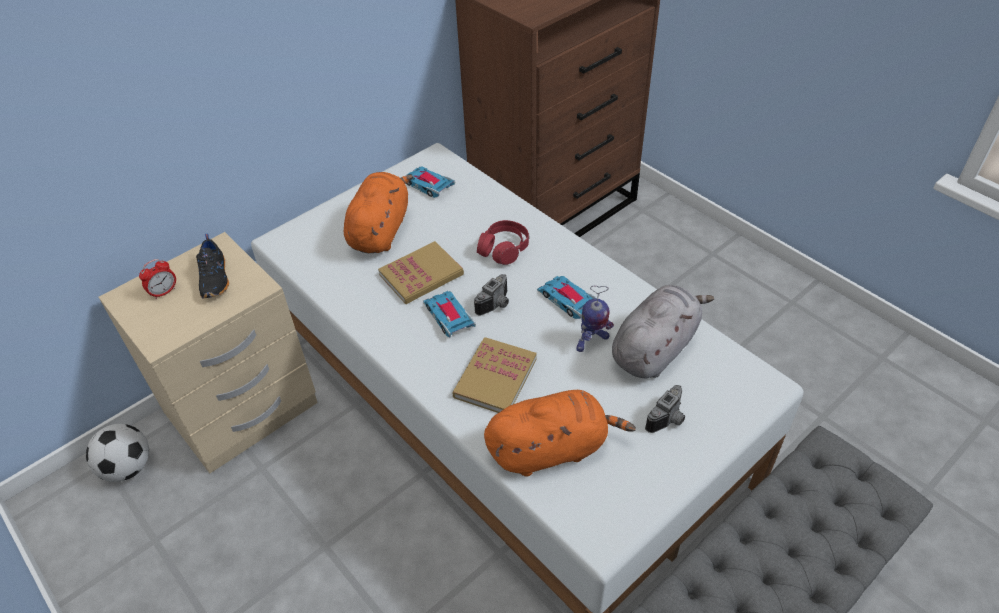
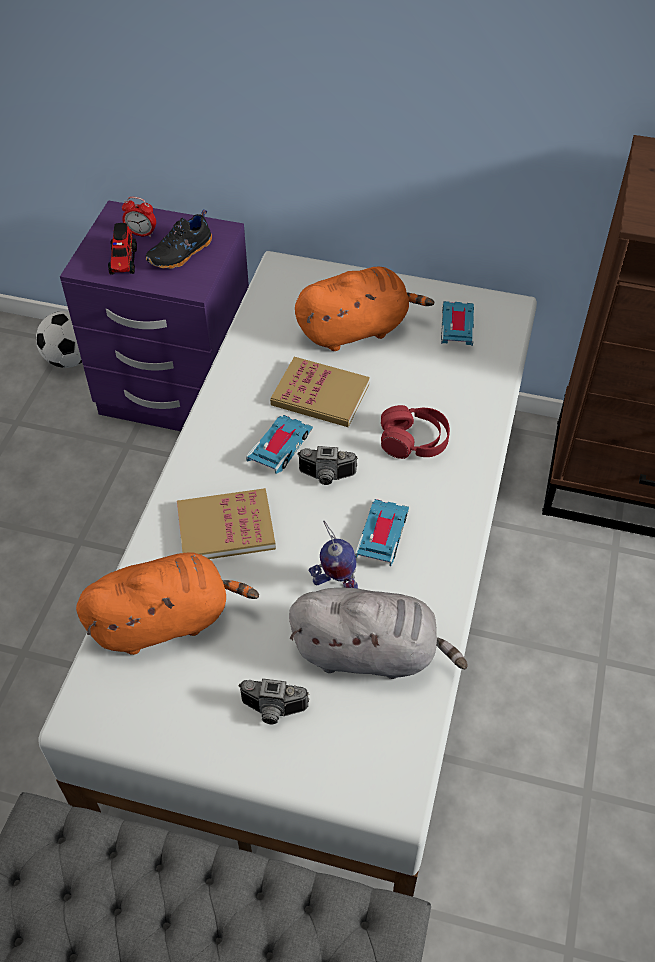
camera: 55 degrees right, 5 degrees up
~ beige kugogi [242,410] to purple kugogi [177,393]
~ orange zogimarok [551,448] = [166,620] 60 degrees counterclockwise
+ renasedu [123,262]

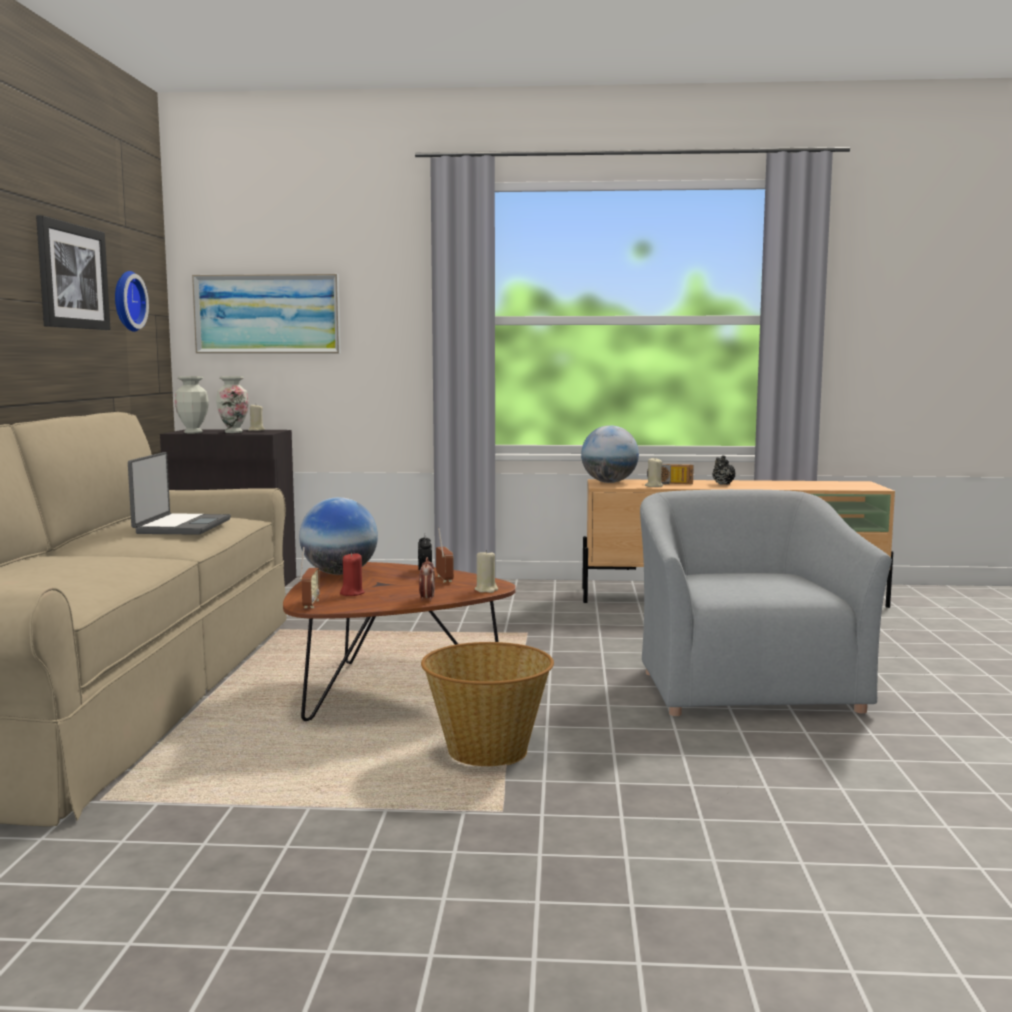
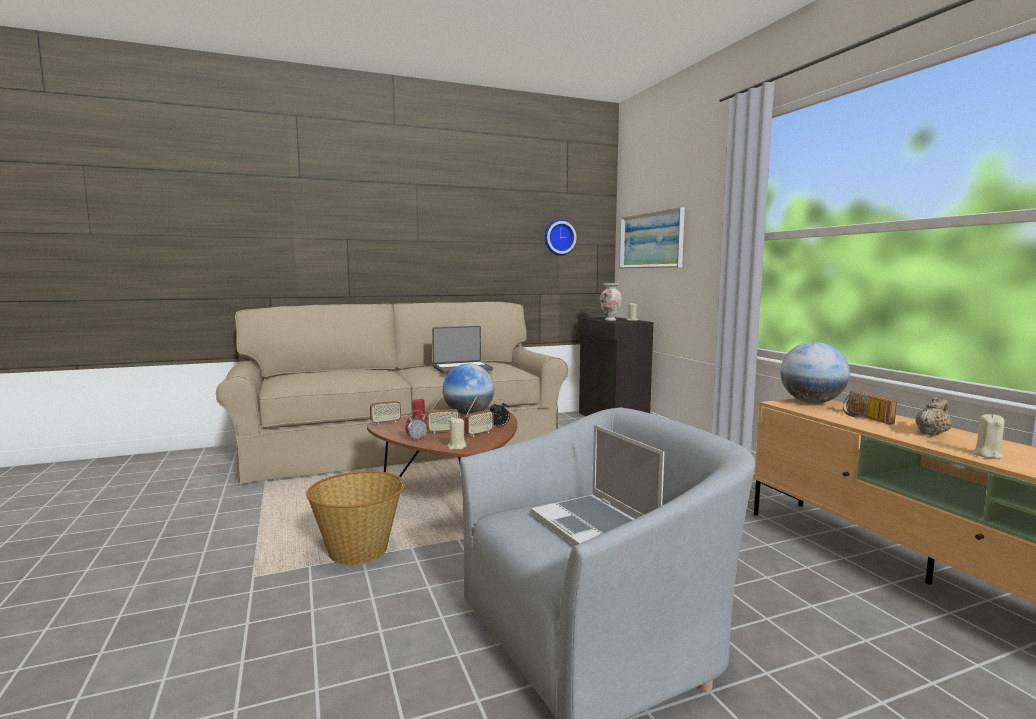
camera: 65 degrees right, 0 degrees up
+ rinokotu [443,432]
+ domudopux [596,527]
~ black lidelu [722,484] to beige lidelu [932,433]
~ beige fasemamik [654,486] to [986,455]
- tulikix [72,276]
- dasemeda [193,432]

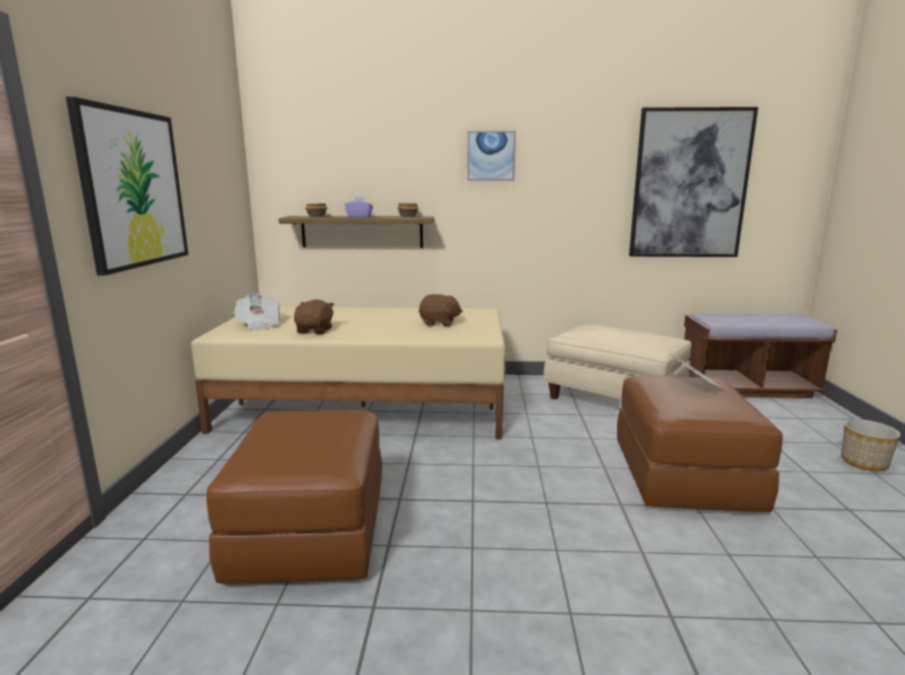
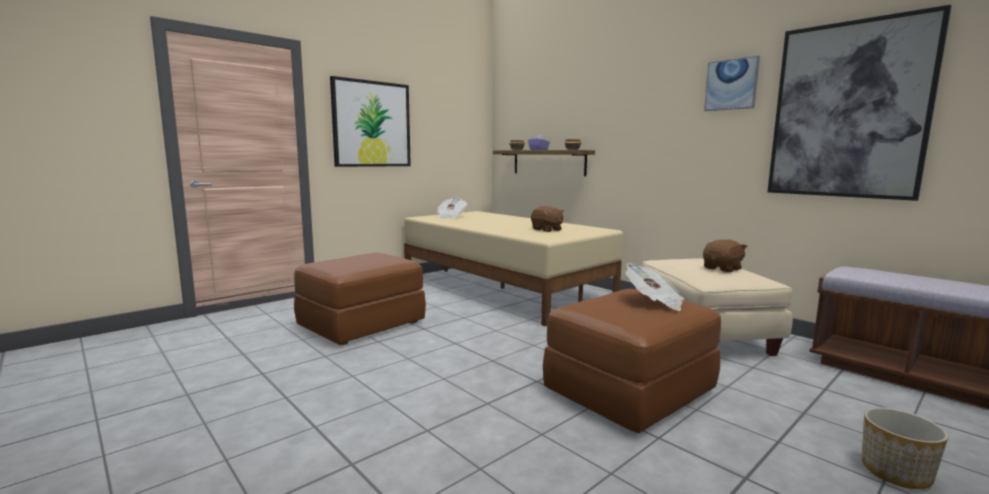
camera: 45 degrees right, 5 degrees down
~ brown zogimarok [315,331] to [722,269]
~ tulikix [491,156] to [731,84]

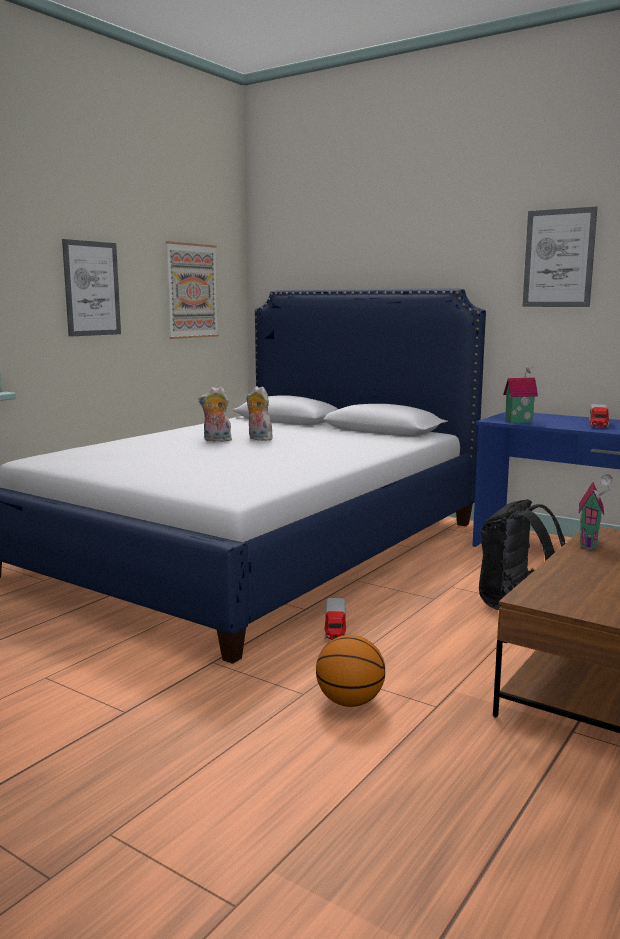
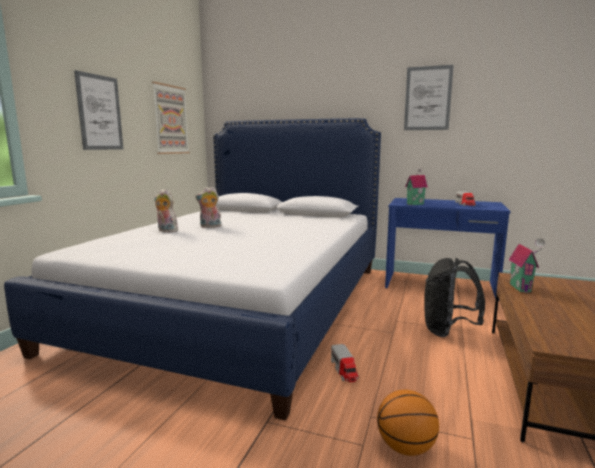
camera: 15 degrees left, 0 degrees up
~ zogimarok [258,439] to [166,231]

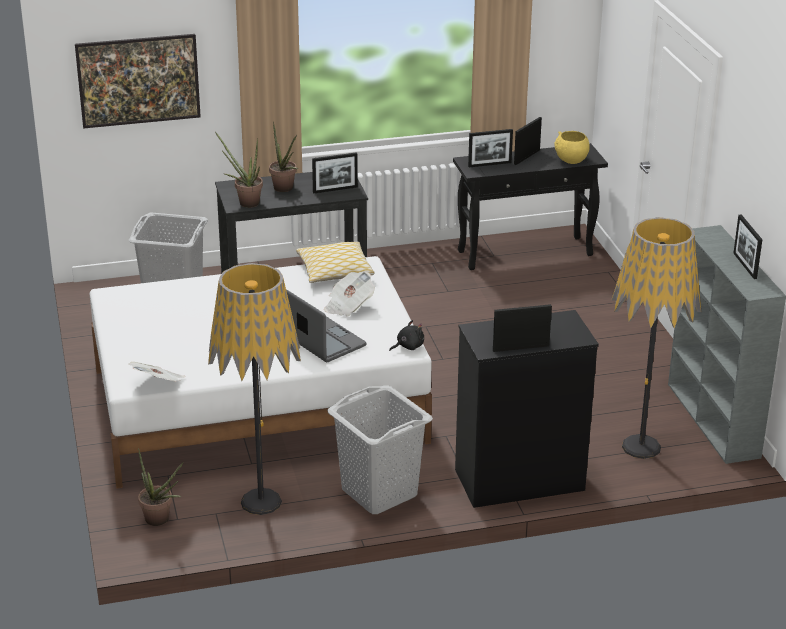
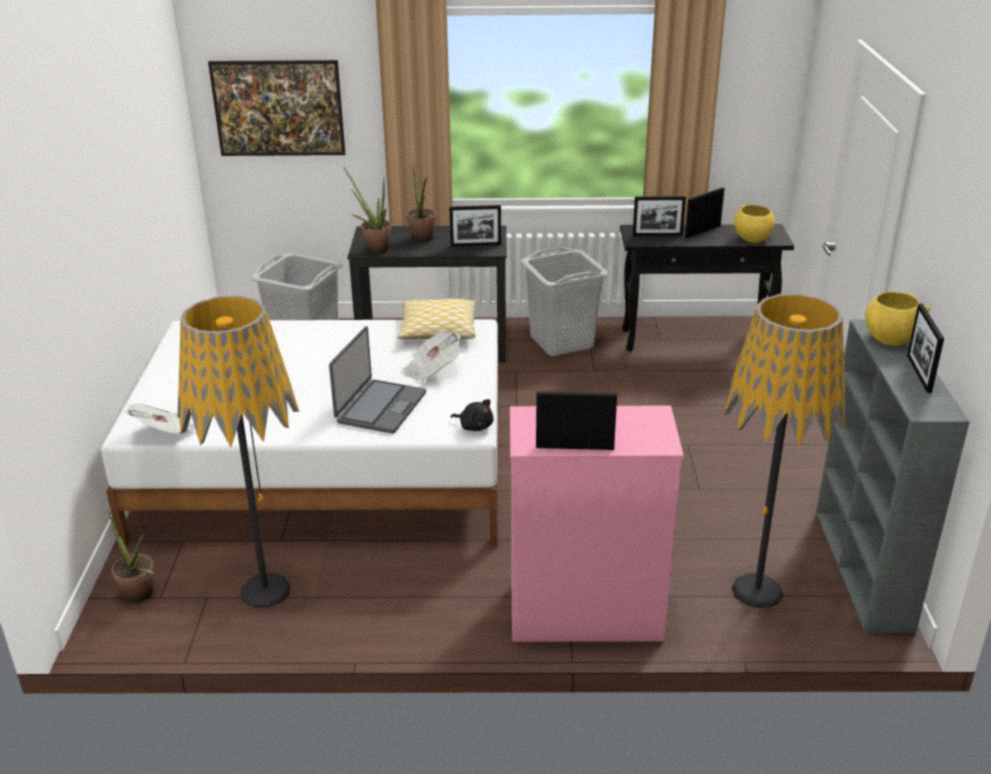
camera: 15 degrees right, 0 degrees up
~ domudopux [323,341] = [380,407] 45 degrees clockwise
~ black zogimarok [408,346] = [475,426] 45 degrees clockwise
~ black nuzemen [518,480] to pink nuzemen [583,612]
~ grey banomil [379,493] to [561,342]
+ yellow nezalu [890,339]

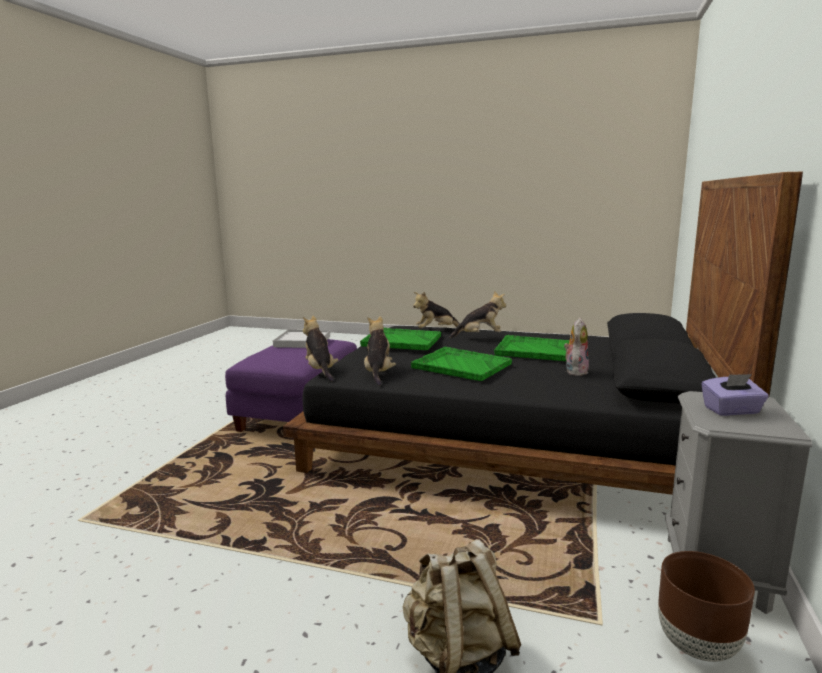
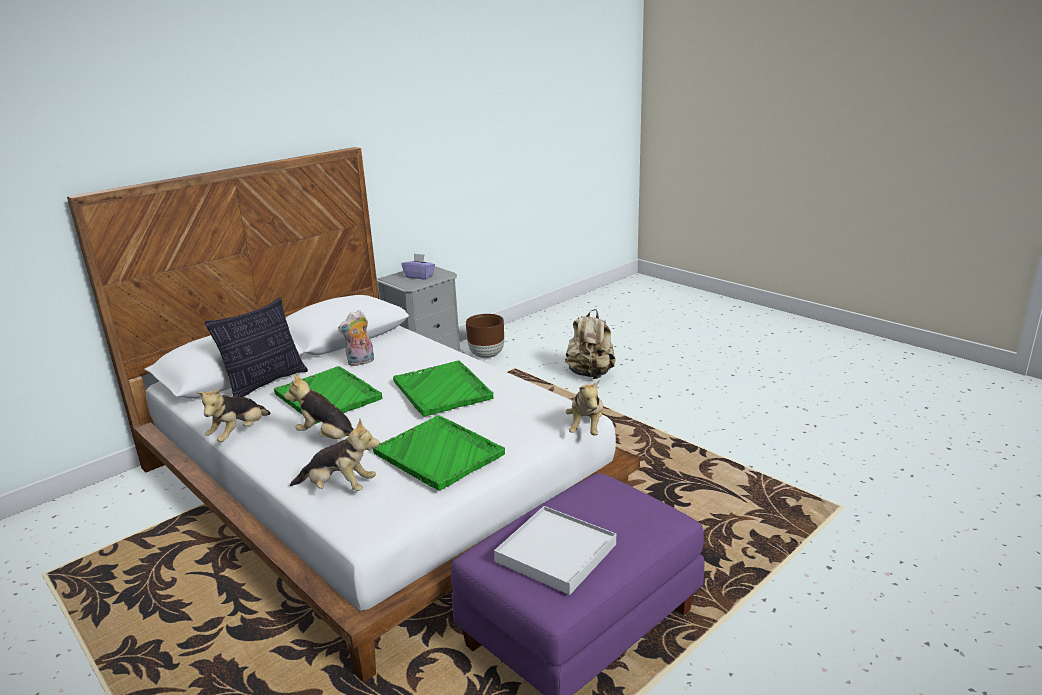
camera: 150 degrees left, 10 degrees up
~ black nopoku [511,438] to white nopoku [376,485]
~ zogimarok [378,373] to [239,434]
+ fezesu [265,383]

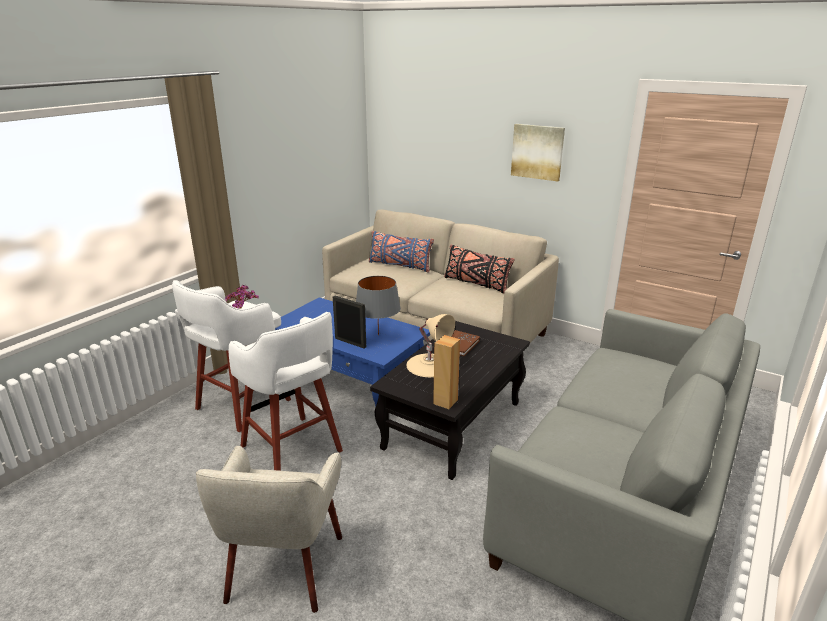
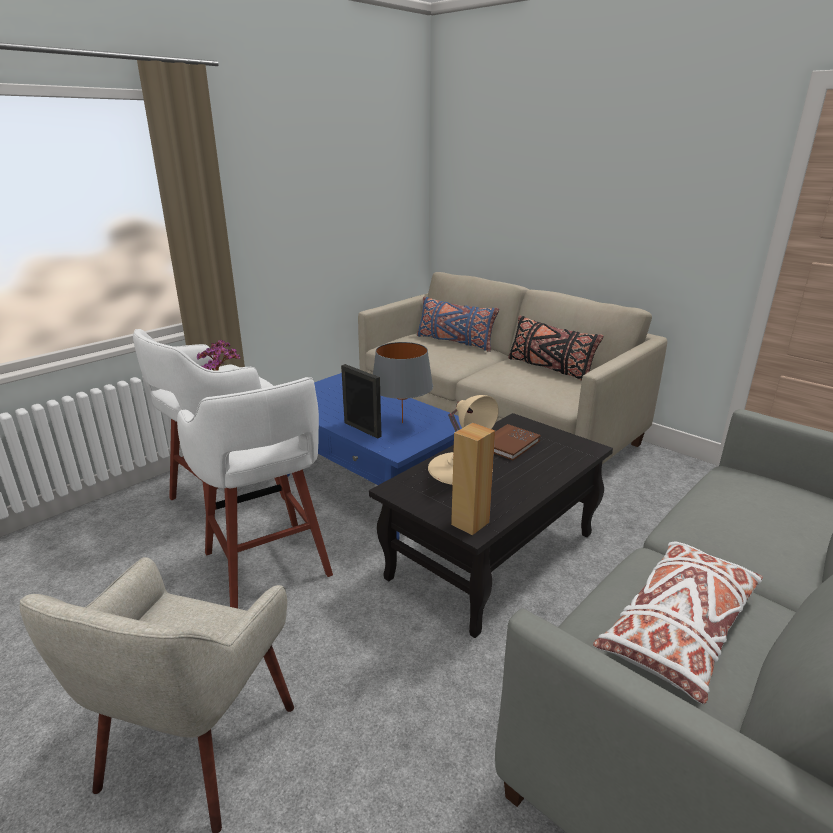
camera: 10 degrees right, 0 degrees up
+ white fezesu [680,628]
- tulikix [537,152]

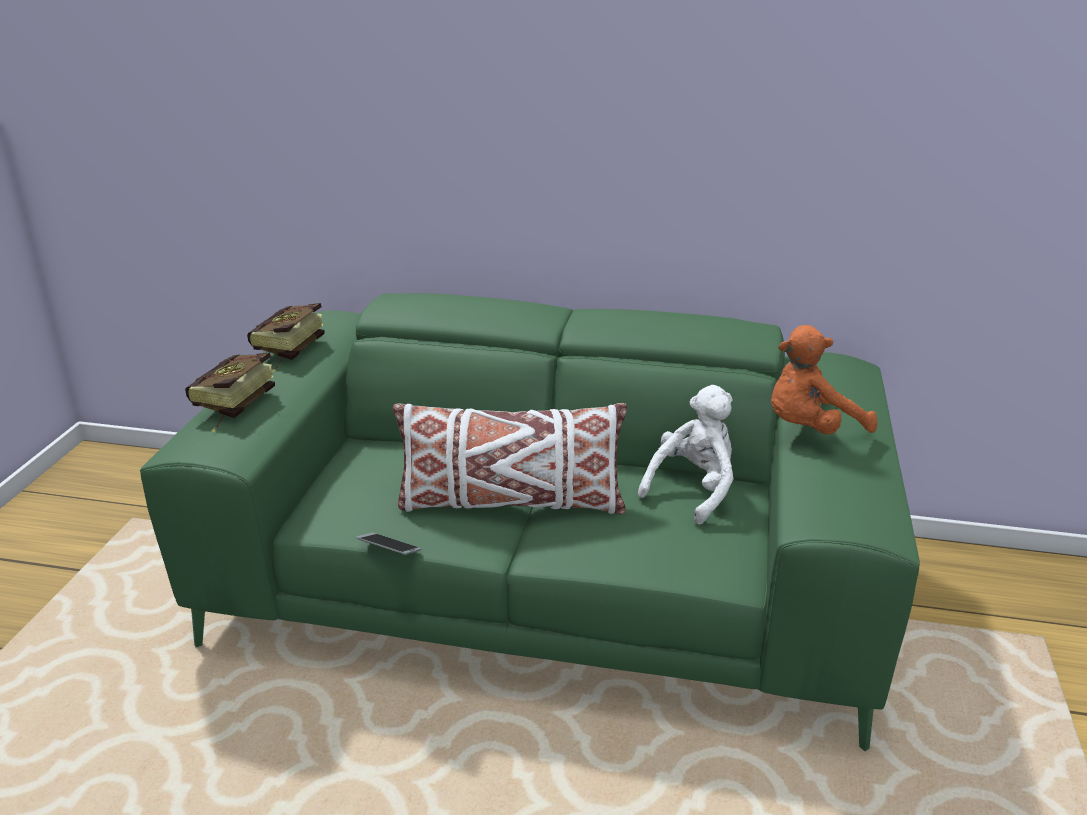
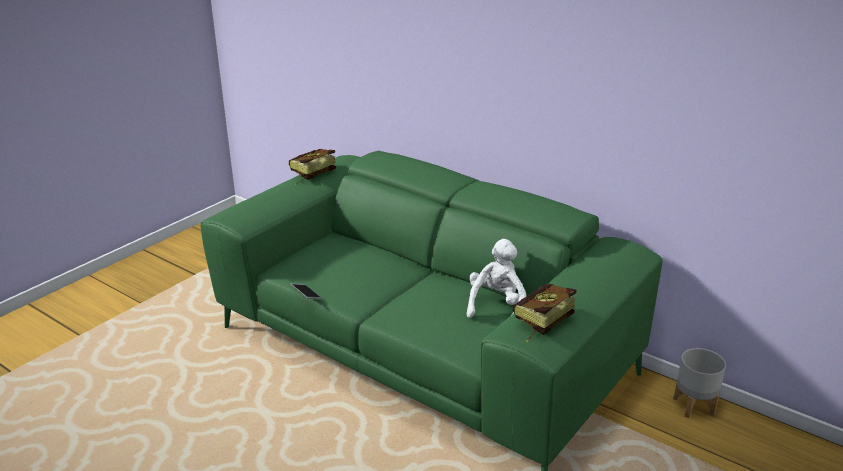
camera: 25 degrees right, 0 degrees up
~ white zogimarok [693,490] = [496,306] 45 degrees counterclockwise
~ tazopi [229,408] to [539,323]
+ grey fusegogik [694,406]
- white fezesu [510,503]
- orange zogimarok [810,429]

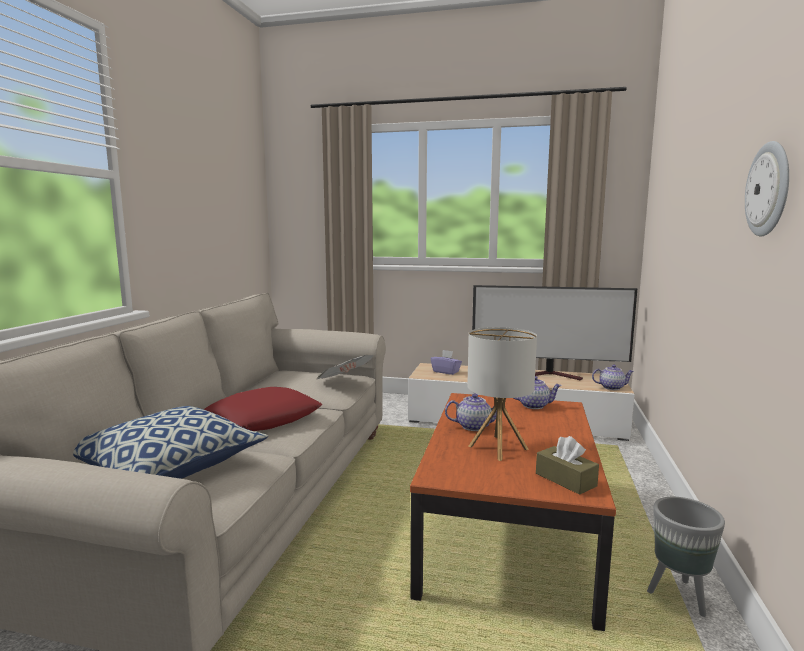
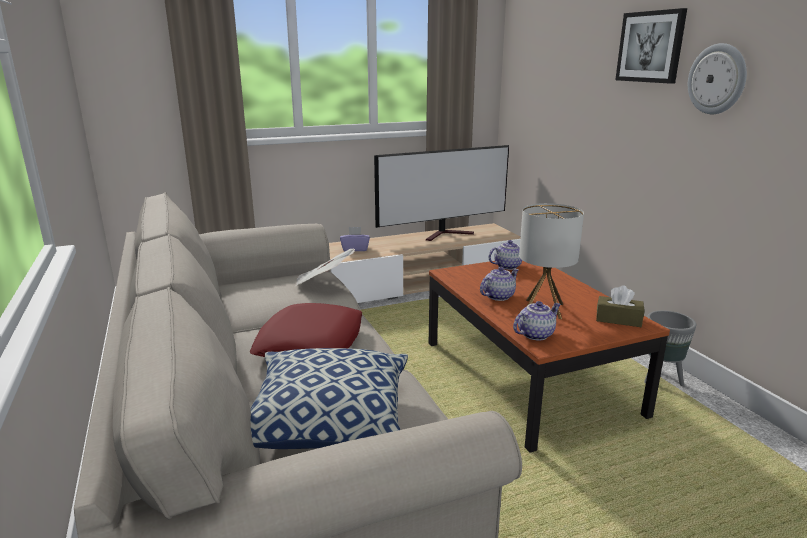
camera: 35 degrees left, 10 degrees up
~ lidelu [611,387] to [535,334]
+ tulikix [651,47]

